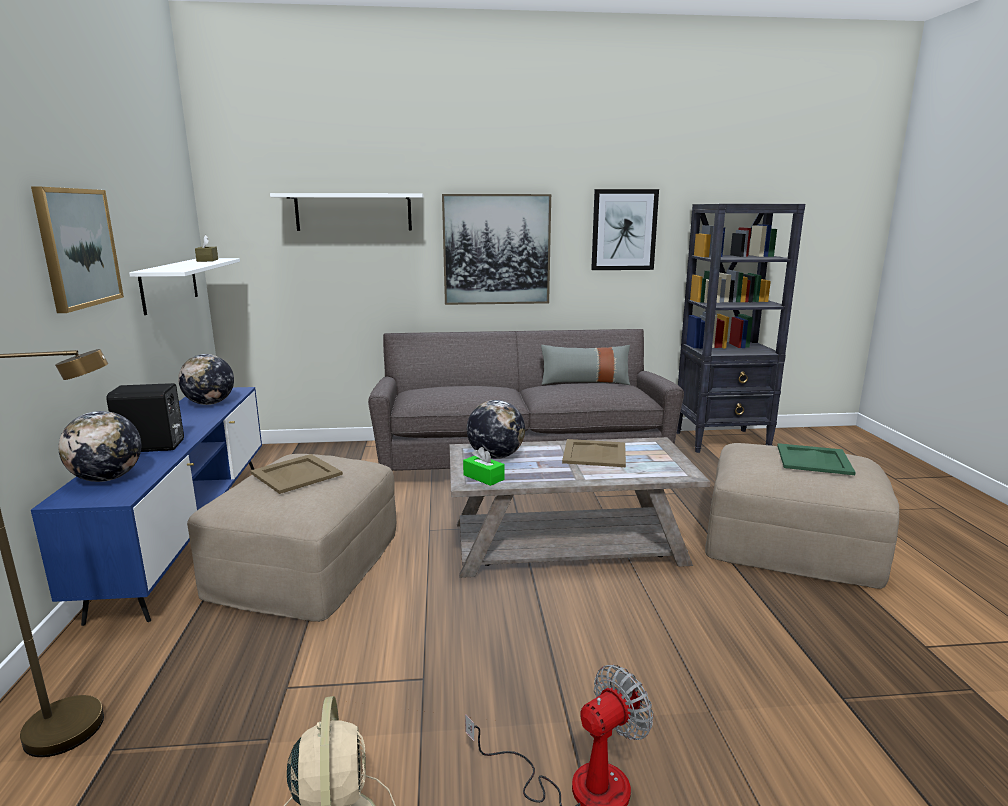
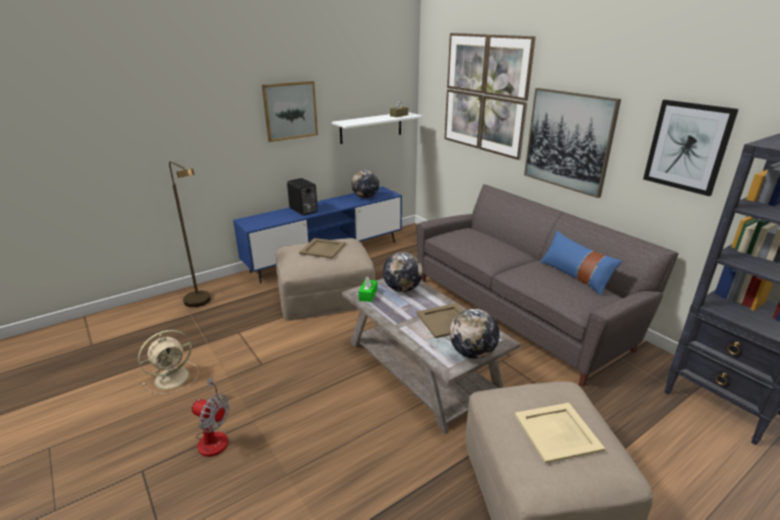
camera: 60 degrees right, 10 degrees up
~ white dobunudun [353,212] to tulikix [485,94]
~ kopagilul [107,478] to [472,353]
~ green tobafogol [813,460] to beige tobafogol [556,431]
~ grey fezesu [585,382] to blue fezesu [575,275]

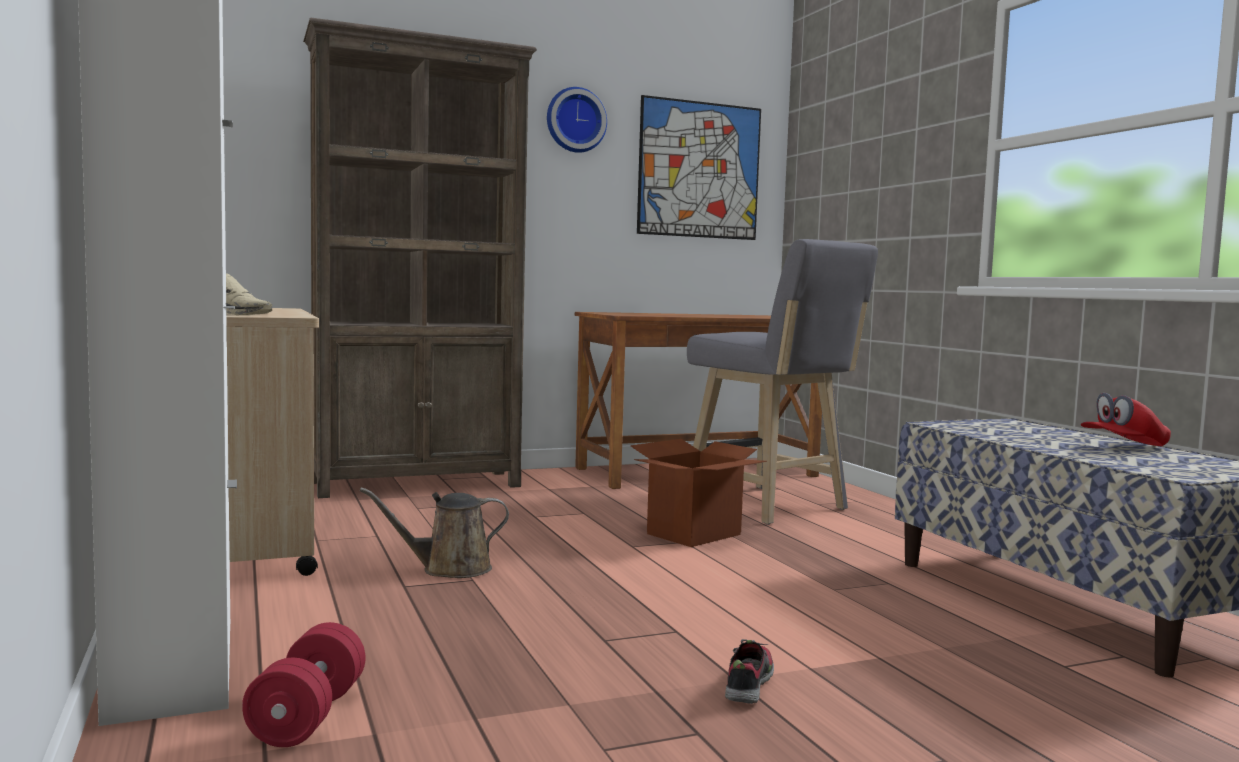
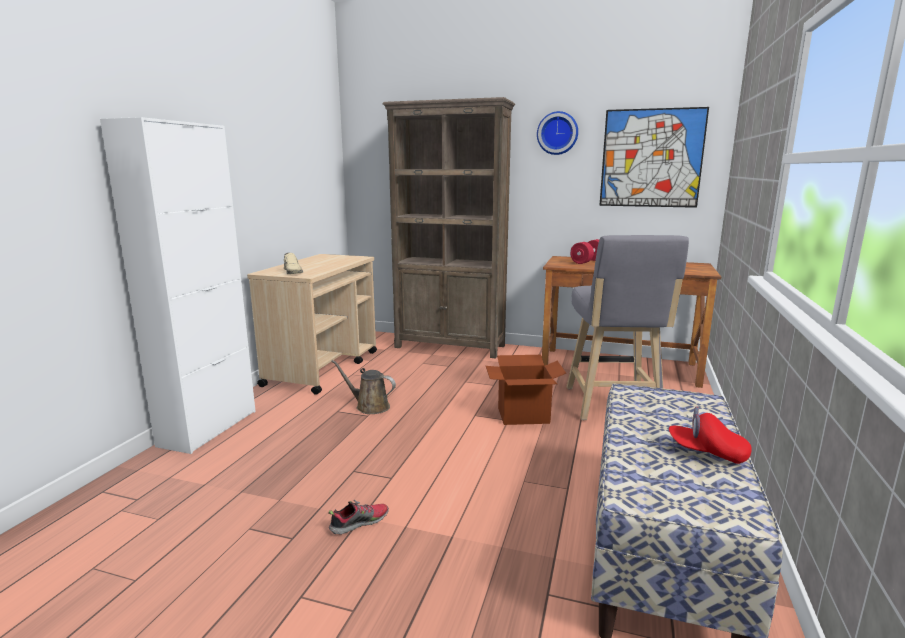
camera: 40 degrees right, 10 degrees up
~ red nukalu [307,716] to [588,261]

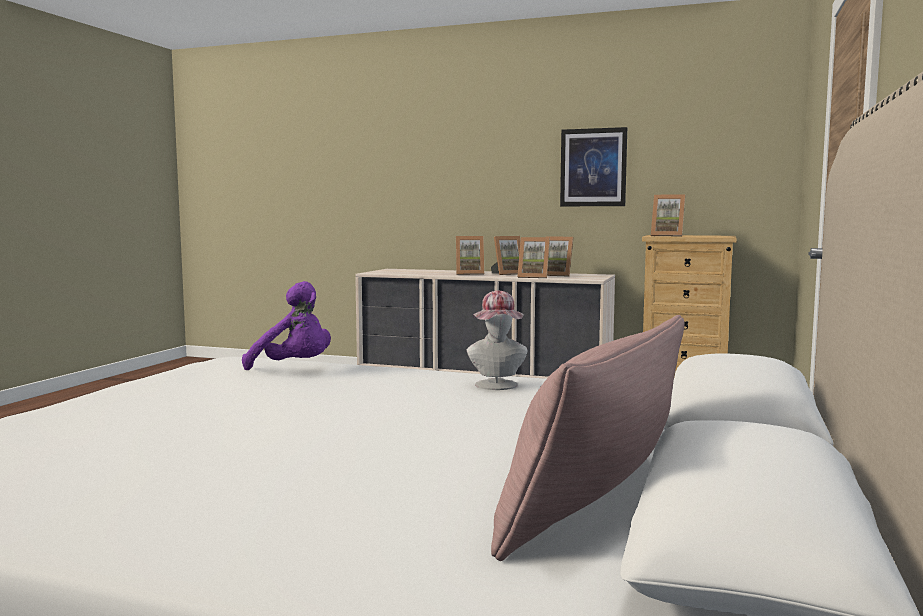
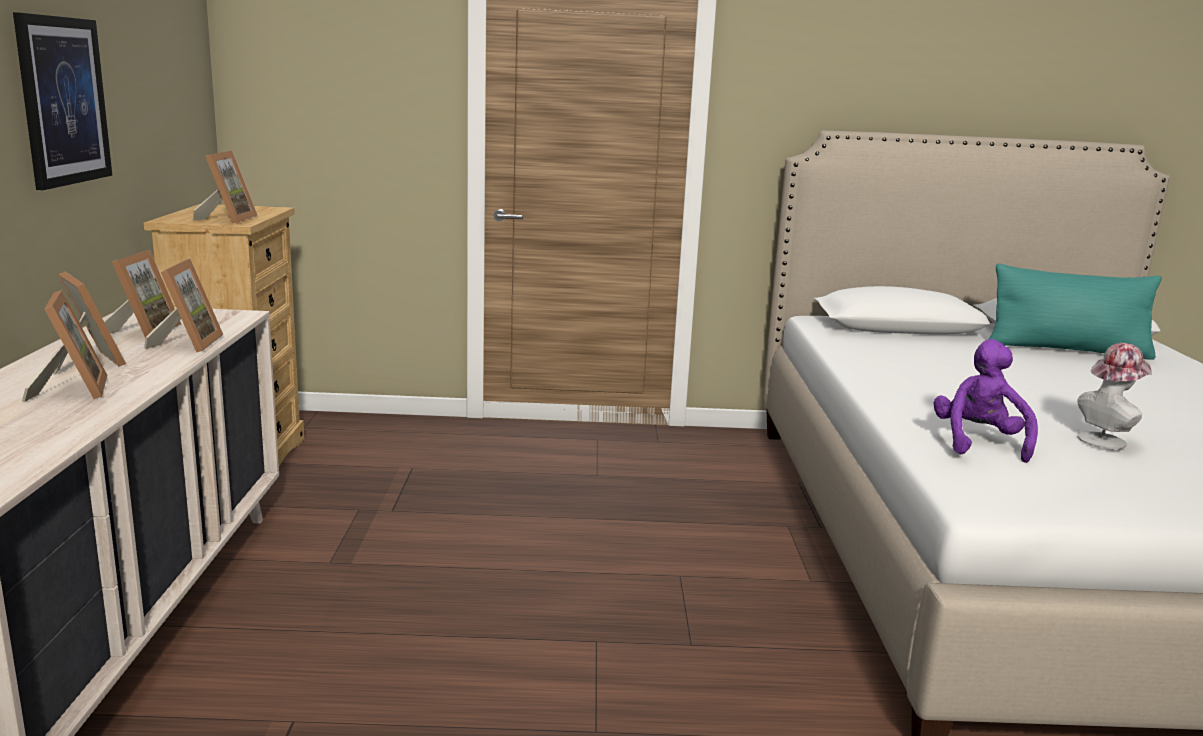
camera: 110 degrees left, 10 degrees up
~ pink fezesu [595,500] to turquoise fezesu [1067,349]
~ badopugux [497,386] to [1105,439]

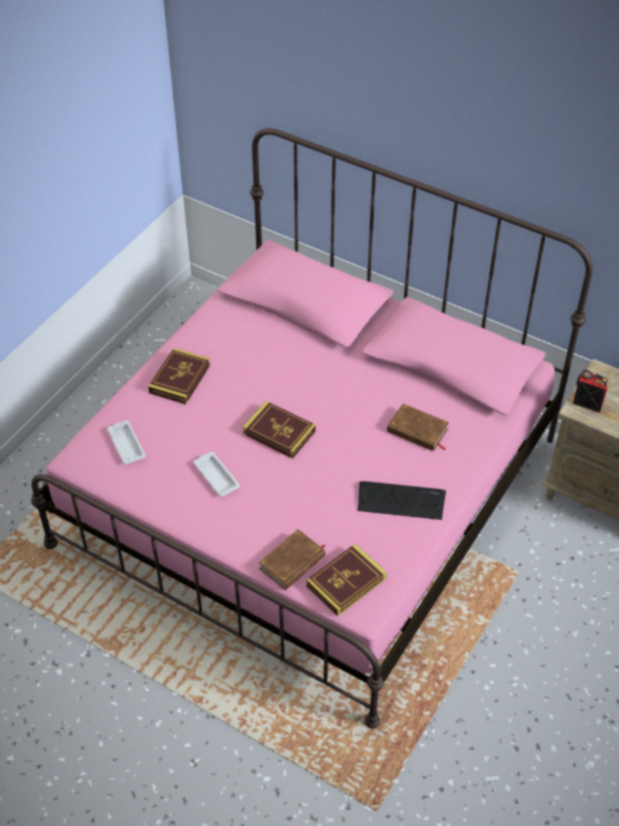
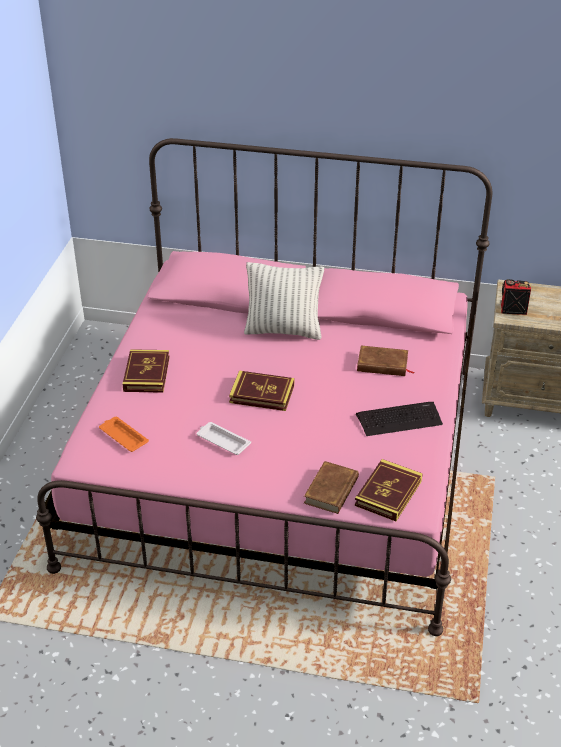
camera: 20 degrees left, 10 degrees down
~ white tobafogol [126,444] to orange tobafogol [123,437]
+ fezesu [283,330]

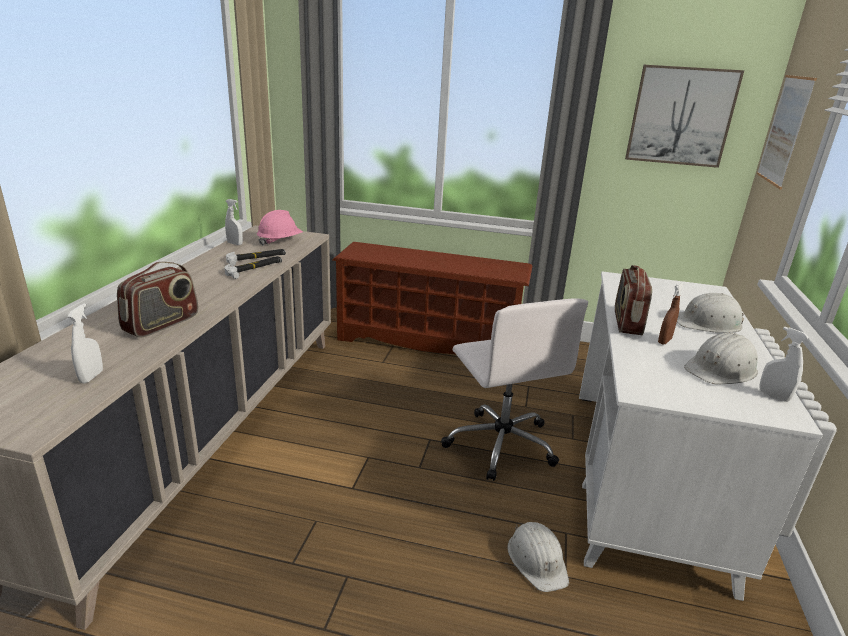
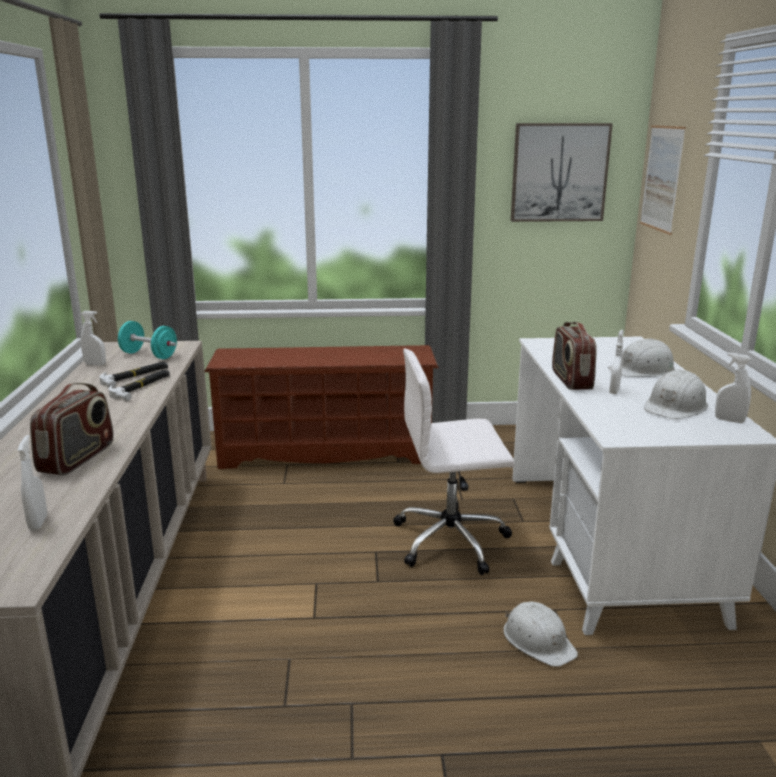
camera: 15 degrees left, 5 degrees down
~ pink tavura [280,241] to turquoise nukalu [149,355]
~ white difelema [500,443] = [452,540] 120 degrees clockwise
~ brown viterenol [664,341] to white viterenol [614,391]

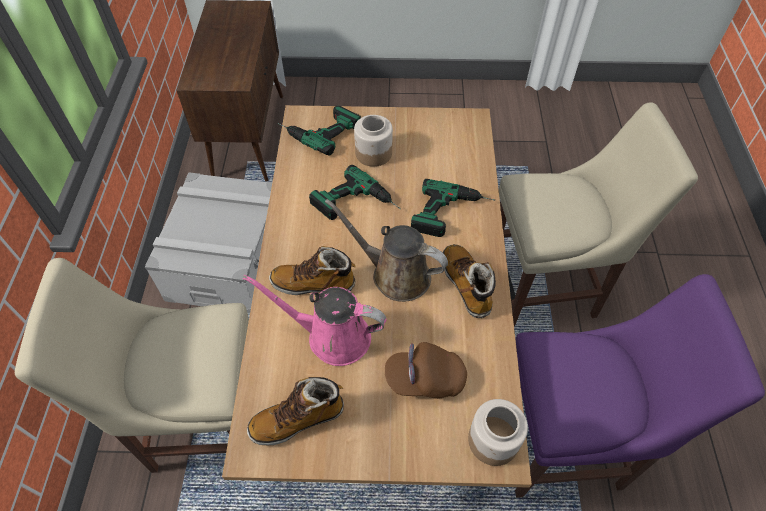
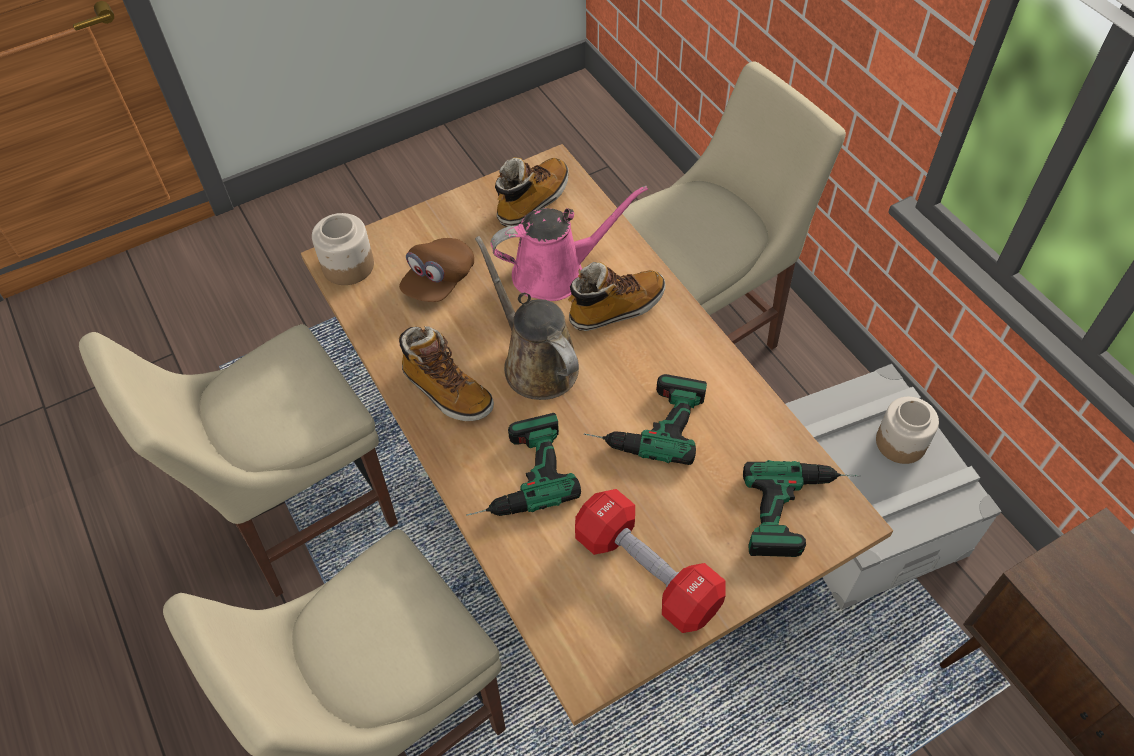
camera: 150 degrees right, 0 degrees up
~ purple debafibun [565,443] to beige debafibun [299,517]
~ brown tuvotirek [425,379] = [439,281] 150 degrees clockwise
~ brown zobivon [395,274] = [536,362] 120 degrees counterclockwise
+ red nukalu [646,571]
~ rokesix [373,153] to [900,442]

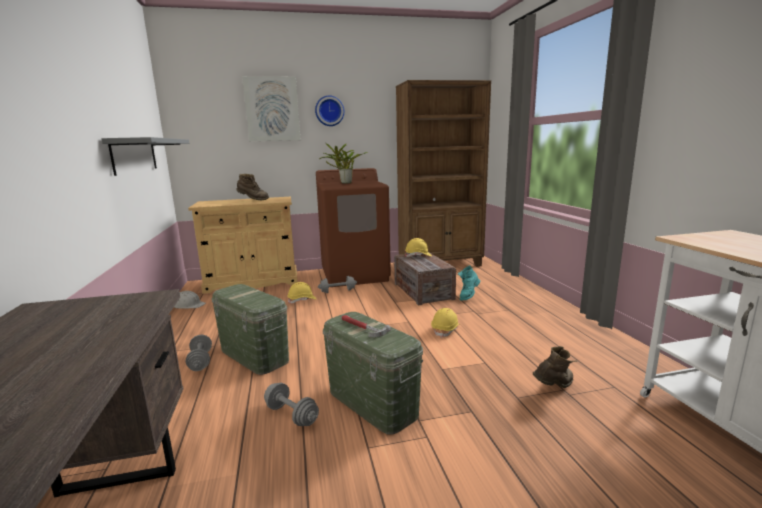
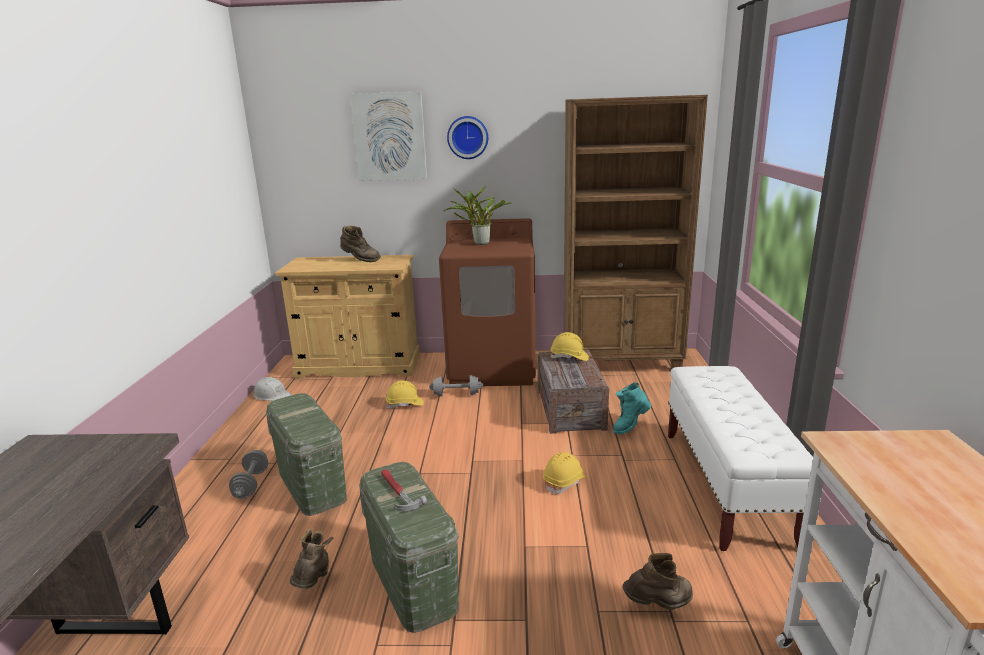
camera: 15 degrees right, 5 degrees up
~ grey nukalu [291,415] to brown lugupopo [314,581]
+ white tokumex [726,486]
- grey dobunudun [135,155]

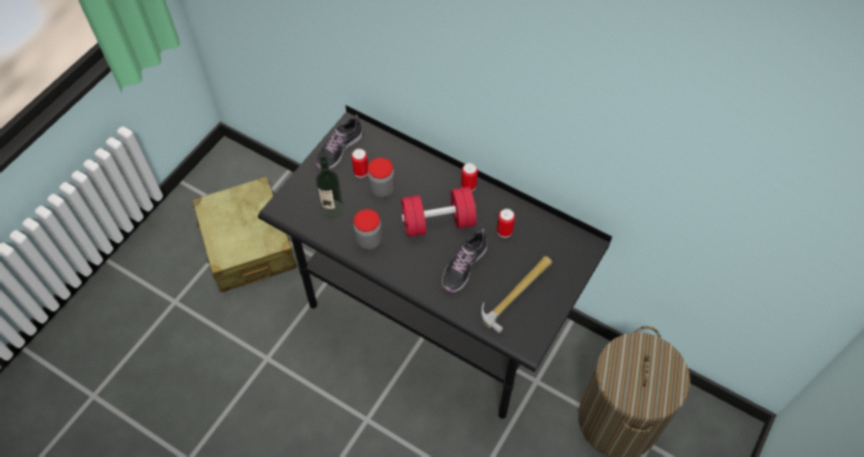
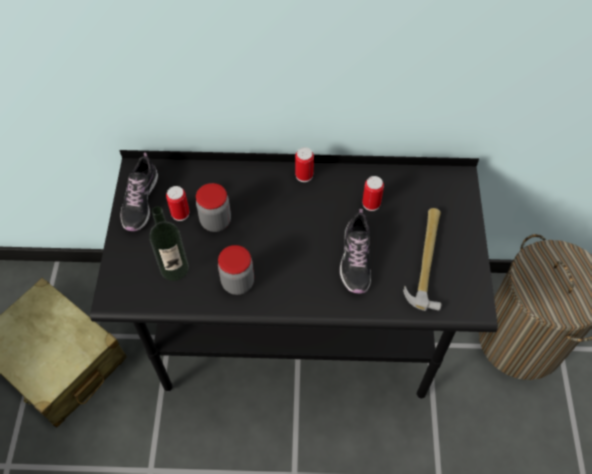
camera: 30 degrees left, 0 degrees up
- red nukalu [438,222]

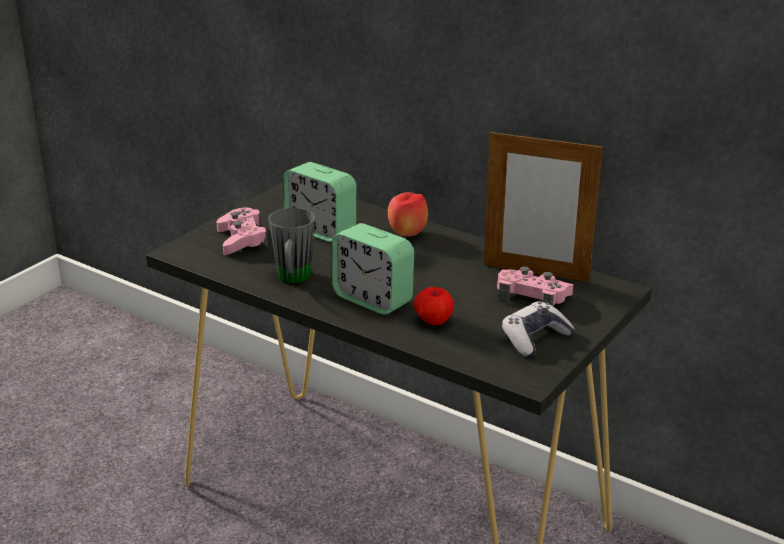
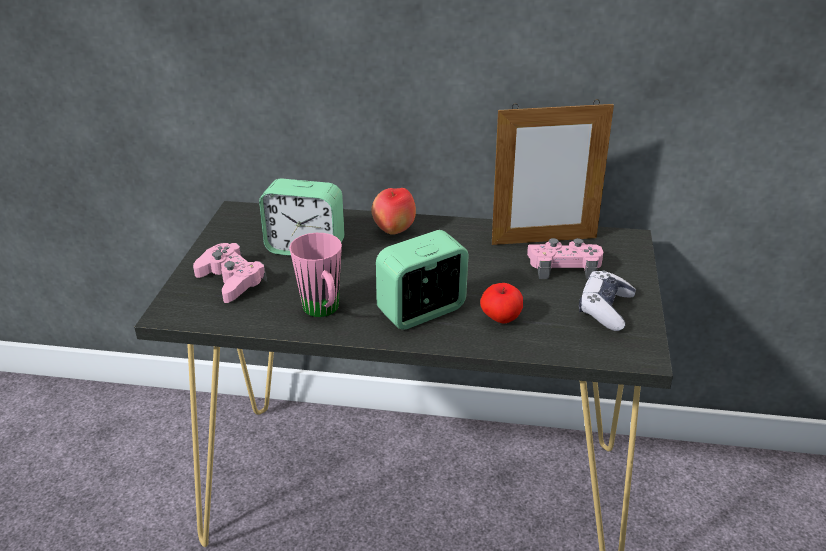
camera: 25 degrees left, 5 degrees up
~ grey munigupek [293,280] to pink munigupek [324,312]
~ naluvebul [372,299] = [422,311] 135 degrees clockwise

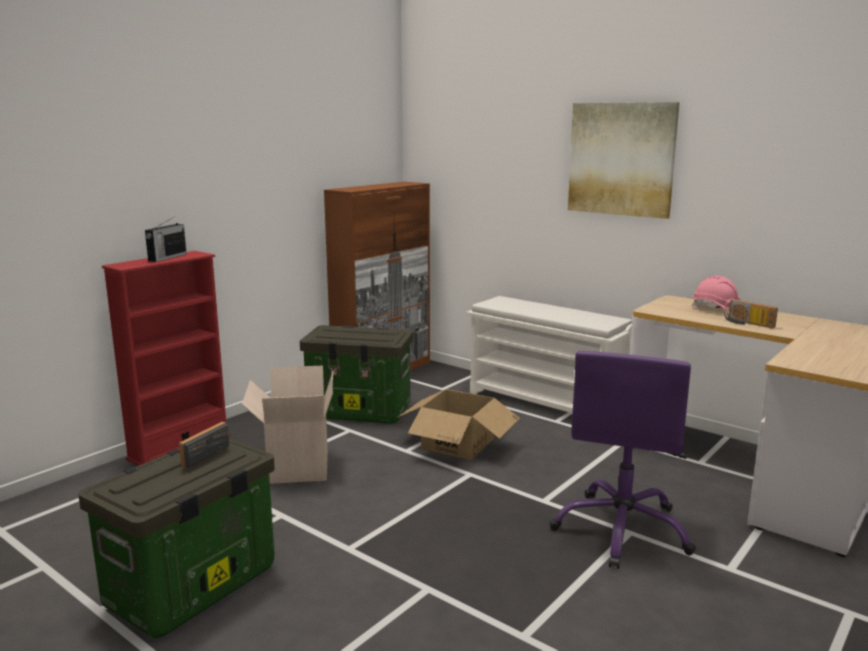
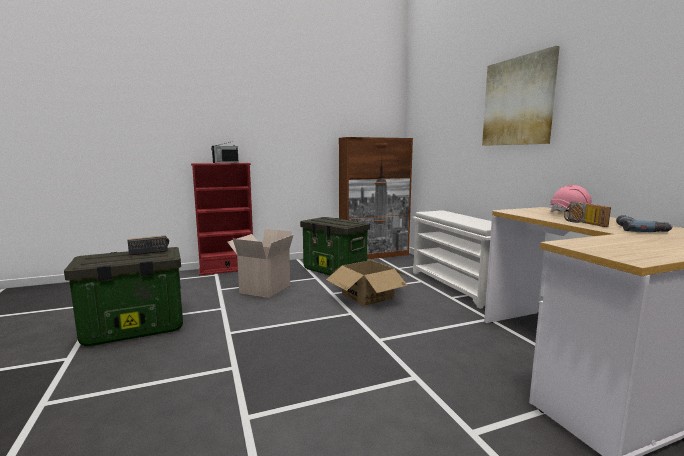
camera: 30 degrees right, 5 degrees down
+ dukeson [639,229]
- purple difelema [622,530]

